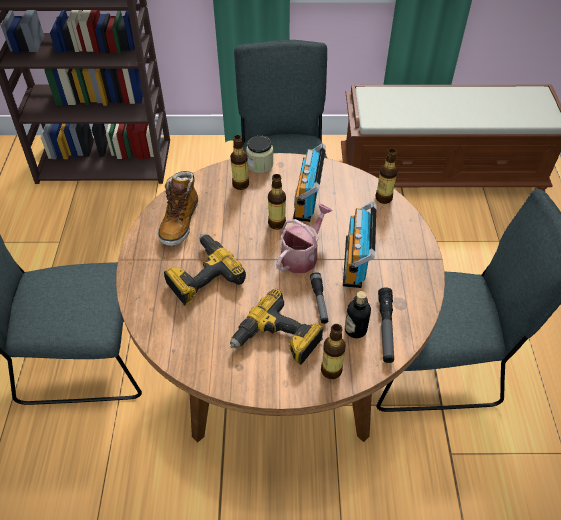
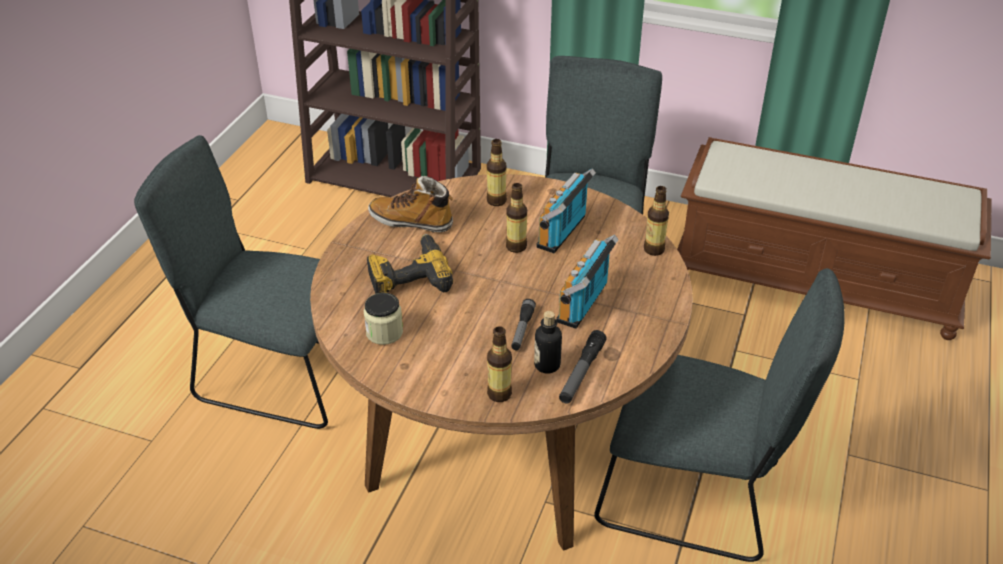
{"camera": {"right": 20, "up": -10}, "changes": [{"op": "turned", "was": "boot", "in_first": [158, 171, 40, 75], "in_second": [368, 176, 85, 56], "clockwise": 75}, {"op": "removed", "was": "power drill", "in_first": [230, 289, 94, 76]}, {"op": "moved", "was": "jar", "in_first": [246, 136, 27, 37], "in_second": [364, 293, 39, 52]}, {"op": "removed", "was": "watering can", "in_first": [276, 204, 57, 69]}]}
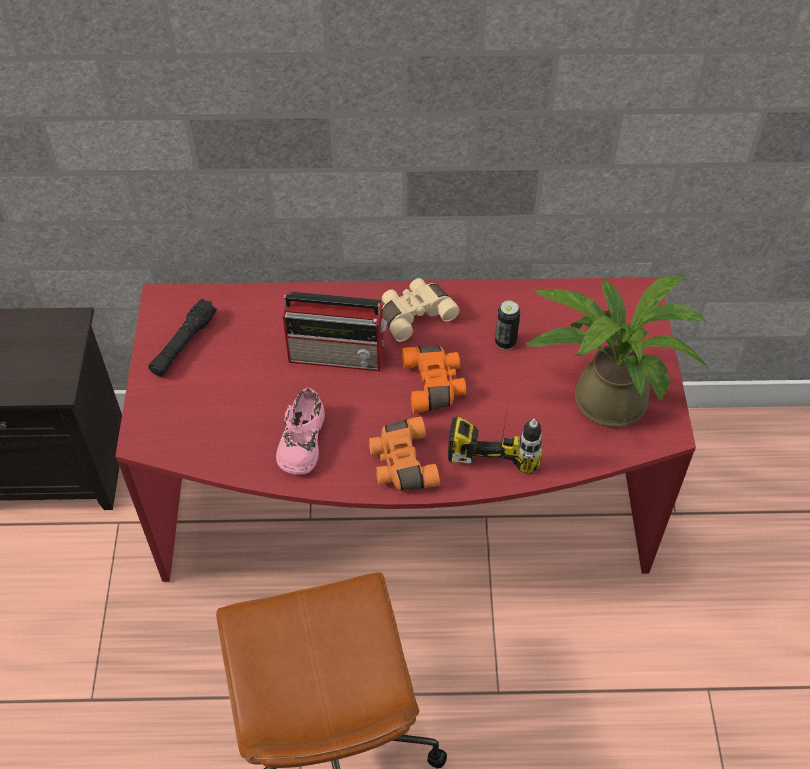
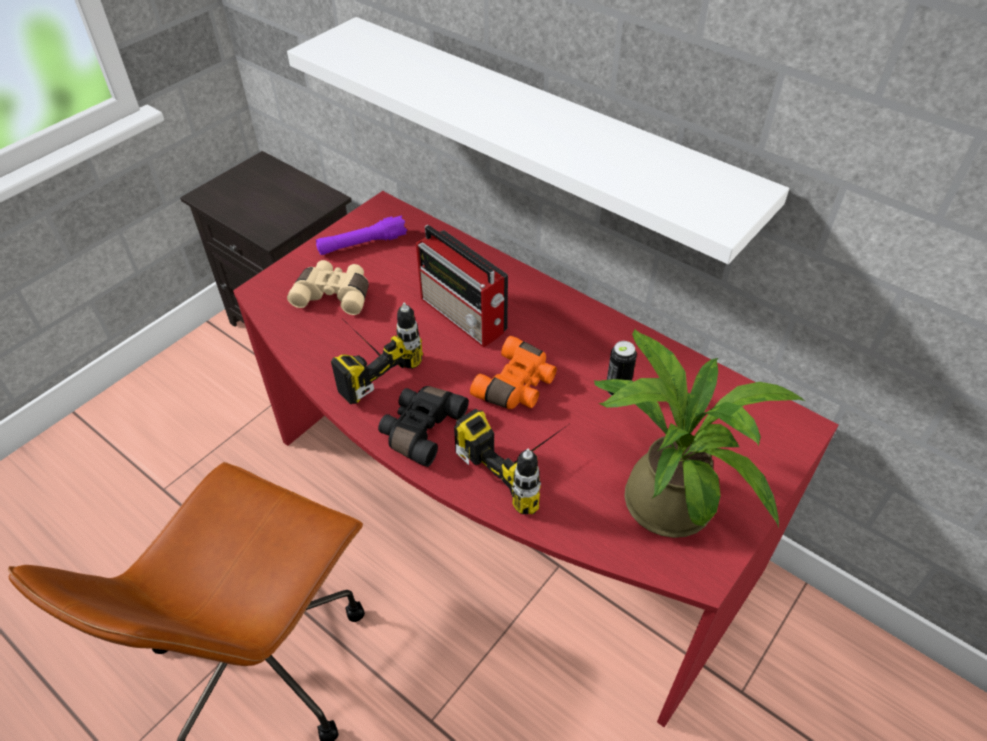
{"camera": {"right": 40, "up": -5}, "changes": [{"op": "recoloured", "was": "black flashlight", "now": "purple flashlight", "in_first": [148, 298, 69, 79], "in_second": [316, 215, 91, 40]}, {"op": "replaced", "was": "pink shoe", "now": "power drill", "in_first": [276, 388, 49, 87], "in_second": [331, 302, 92, 102]}, {"op": "recoloured", "was": "orange binoculars", "now": "black binoculars", "in_first": [368, 416, 72, 75], "in_second": [378, 386, 91, 81]}, {"op": "moved", "was": "beige binoculars", "in_first": [382, 278, 78, 64], "in_second": [287, 260, 82, 55]}, {"op": "added", "now": "white shelf", "in_second": [287, 17, 502, 247]}]}
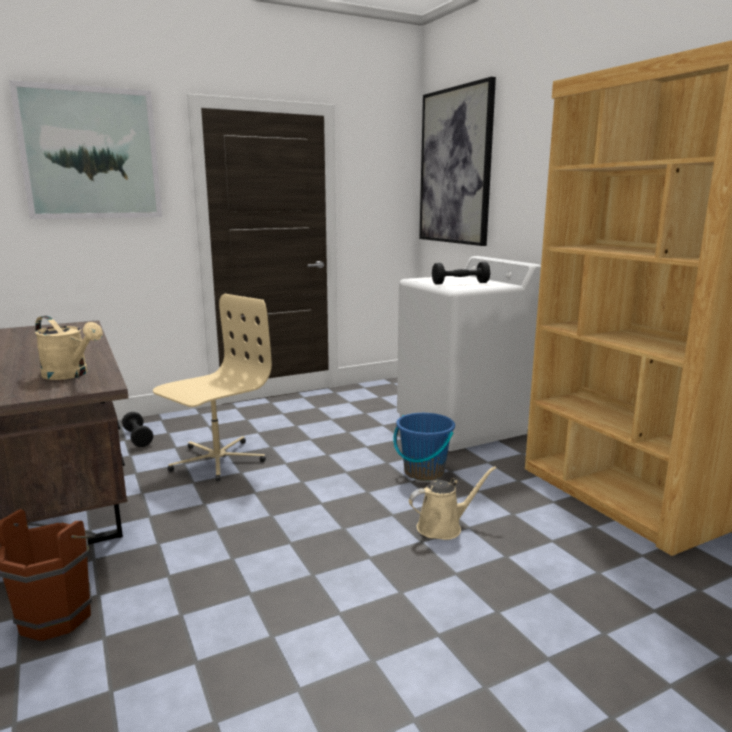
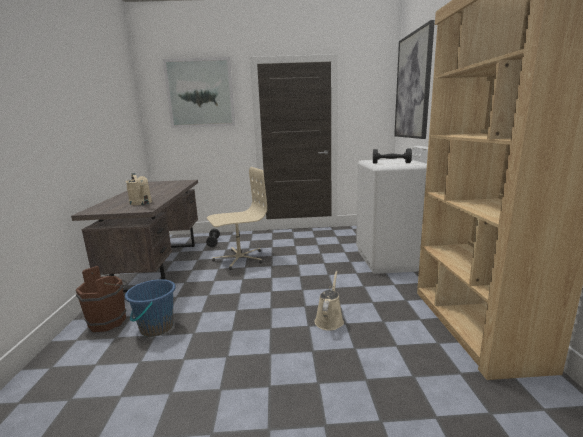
{"camera": {"right": 25, "up": 0}, "changes": [{"op": "moved", "was": "blue bucket", "in_first": [393, 413, 62, 68], "in_second": [125, 279, 51, 58]}, {"op": "turned", "was": "beige watering can", "in_first": [409, 466, 87, 74], "in_second": [314, 271, 30, 60], "clockwise": -75}]}
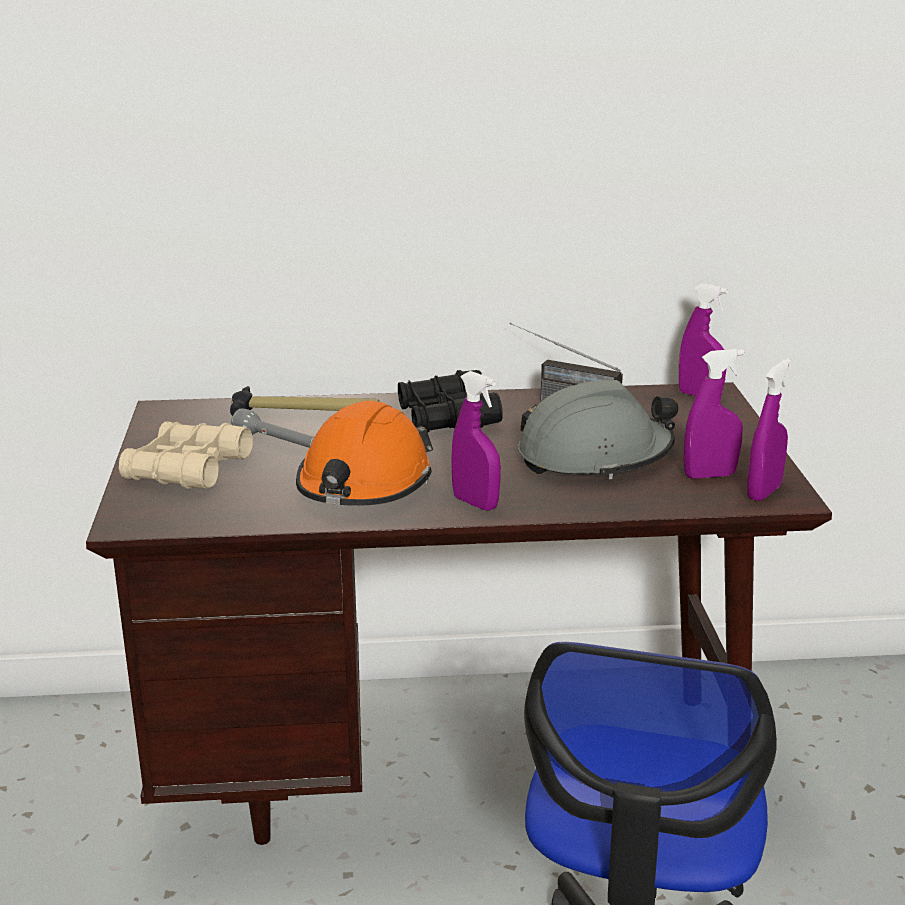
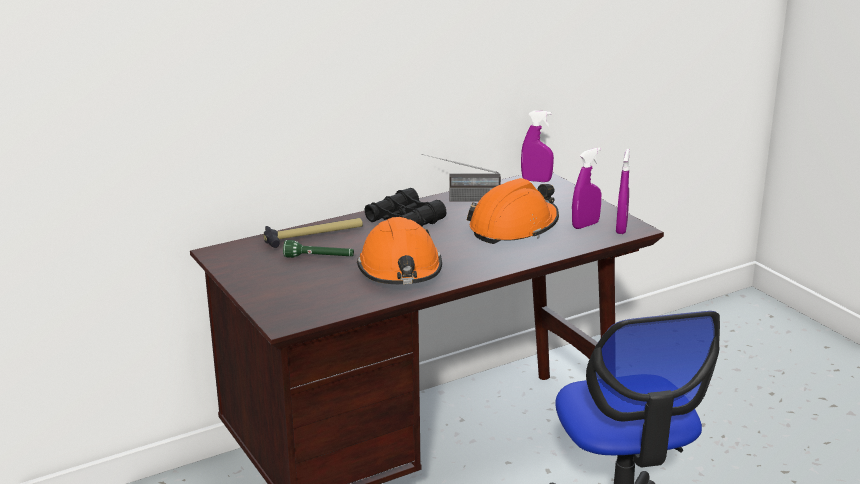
{"camera": {"right": -25, "up": 0}, "changes": [{"op": "removed", "was": "beige binoculars", "in_first": [119, 421, 134, 68]}, {"op": "recoloured", "was": "grey flashlight", "now": "green flashlight", "in_first": [231, 408, 83, 40], "in_second": [283, 240, 71, 18]}, {"op": "removed", "was": "purple spray bottle", "in_first": [451, 371, 50, 140]}, {"op": "recoloured", "was": "grey hard hat", "now": "orange hard hat", "in_first": [518, 380, 160, 99], "in_second": [467, 178, 92, 66]}]}
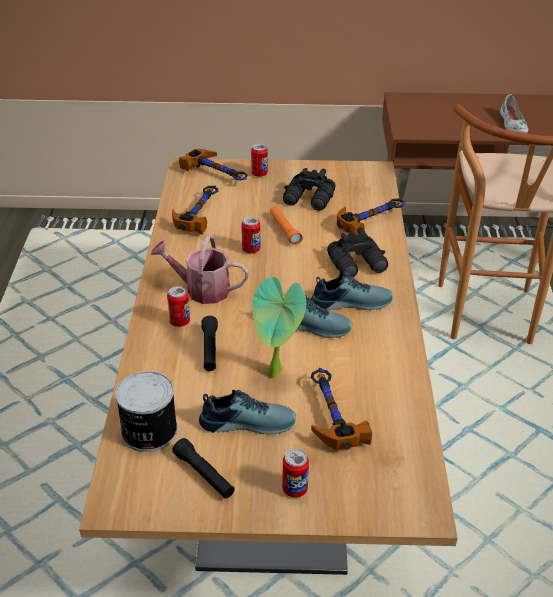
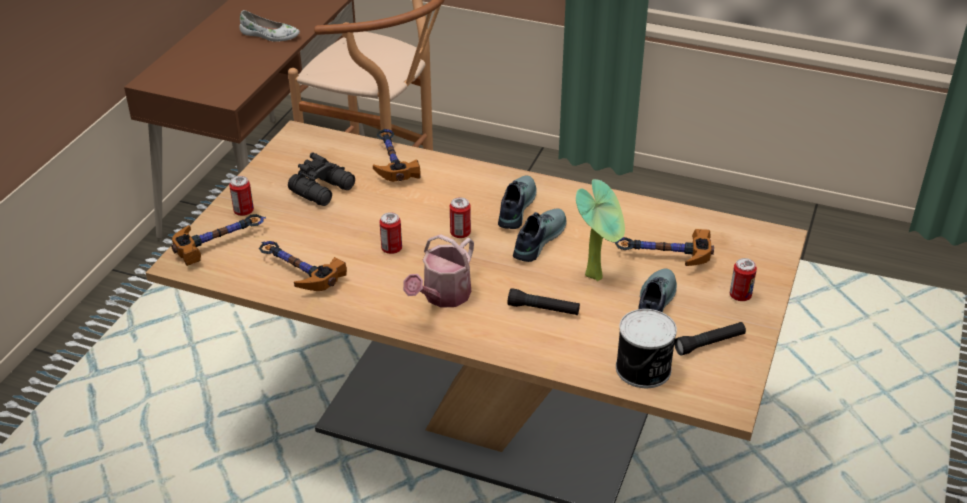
{"camera": {"right": -70, "up": 0}, "changes": [{"op": "moved", "was": "can", "in_first": [167, 286, 23, 41], "in_second": [450, 197, 21, 41]}, {"op": "removed", "was": "orange flashlight", "in_first": [270, 206, 33, 39]}, {"op": "removed", "was": "black binoculars", "in_first": [327, 228, 61, 49]}]}
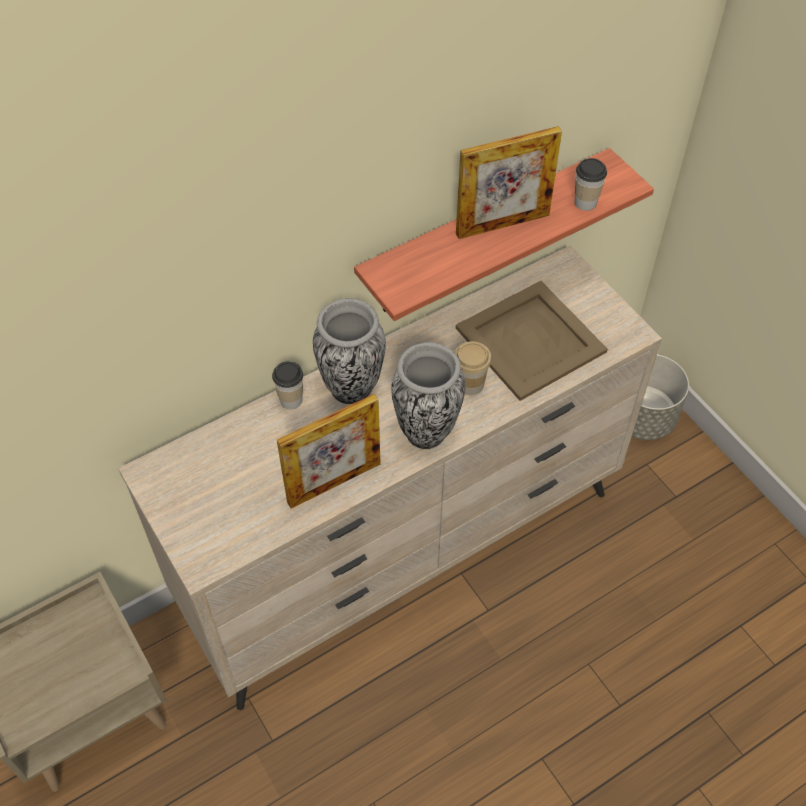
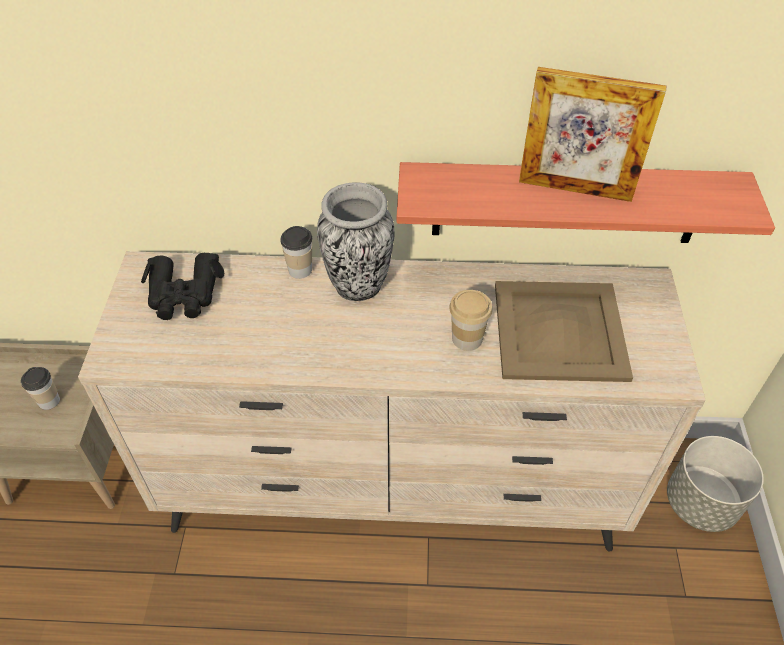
{"camera": {"right": 35, "up": -5}, "changes": [{"op": "removed", "was": "picture frame", "in_first": [277, 394, 104, 114]}, {"op": "removed", "was": "vase", "in_first": [392, 342, 73, 107]}, {"op": "moved", "was": "cup", "in_first": [574, 158, 33, 53], "in_second": [21, 367, 39, 43]}, {"op": "added", "now": "black binoculars", "in_second": [141, 253, 83, 67]}]}
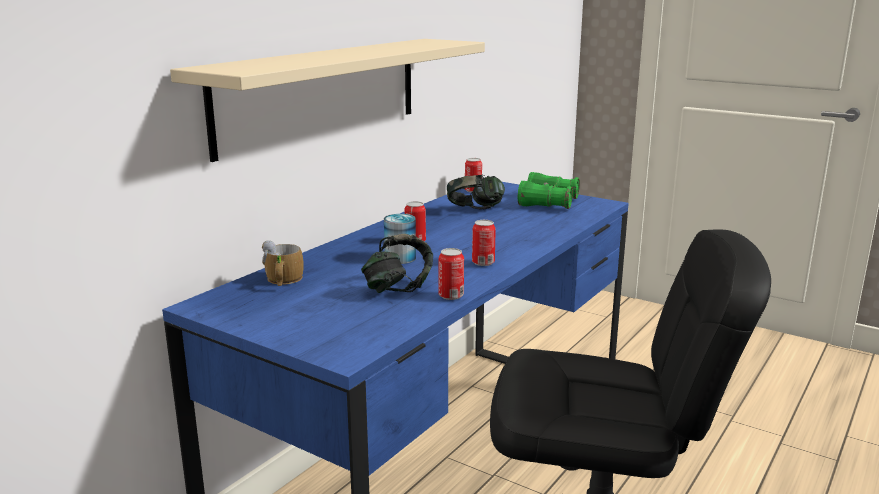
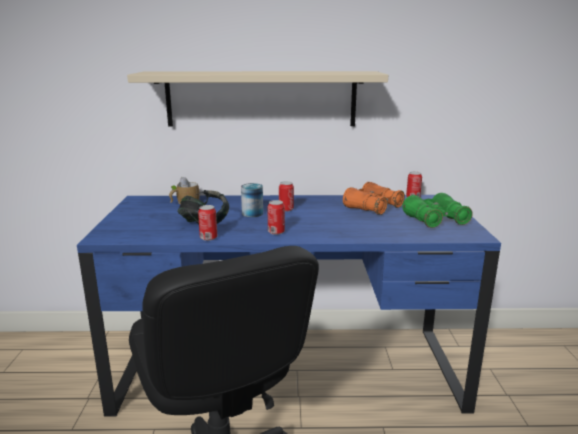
{"camera": {"right": 55, "up": 0}, "changes": [{"op": "replaced", "was": "headphones", "now": "orange binoculars", "in_first": [447, 175, 58, 34], "in_second": [343, 182, 62, 33]}]}
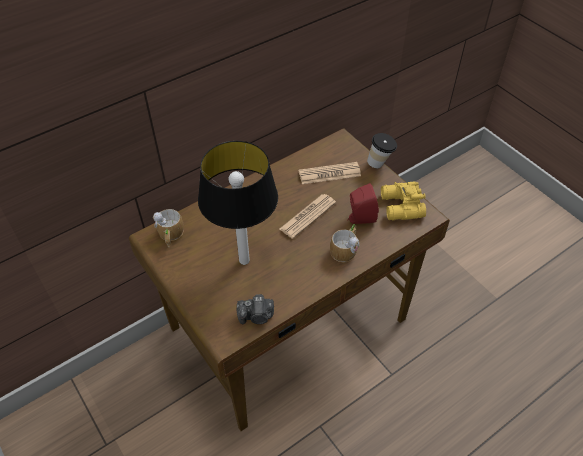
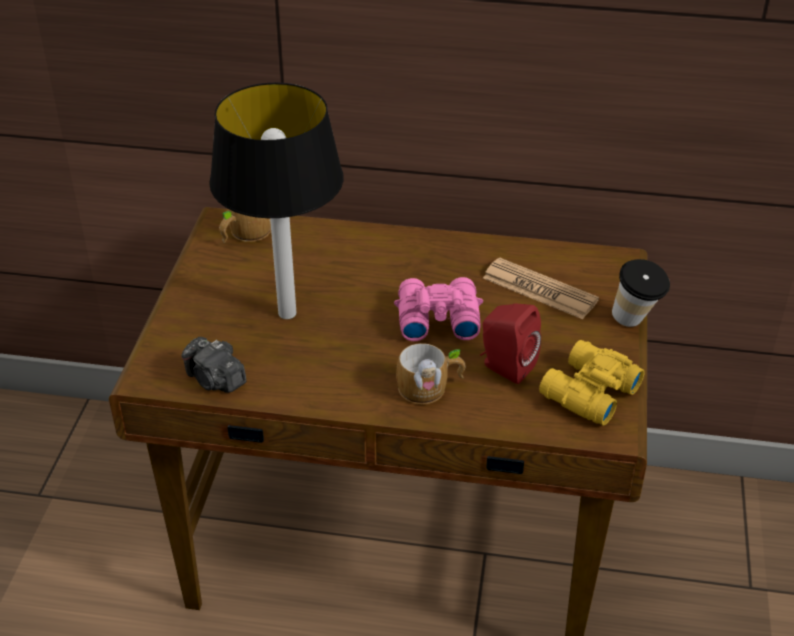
{"camera": {"right": 45, "up": -10}, "changes": [{"op": "replaced", "was": "newspaper", "now": "pink binoculars", "in_first": [280, 194, 56, 45], "in_second": [394, 277, 89, 64]}]}
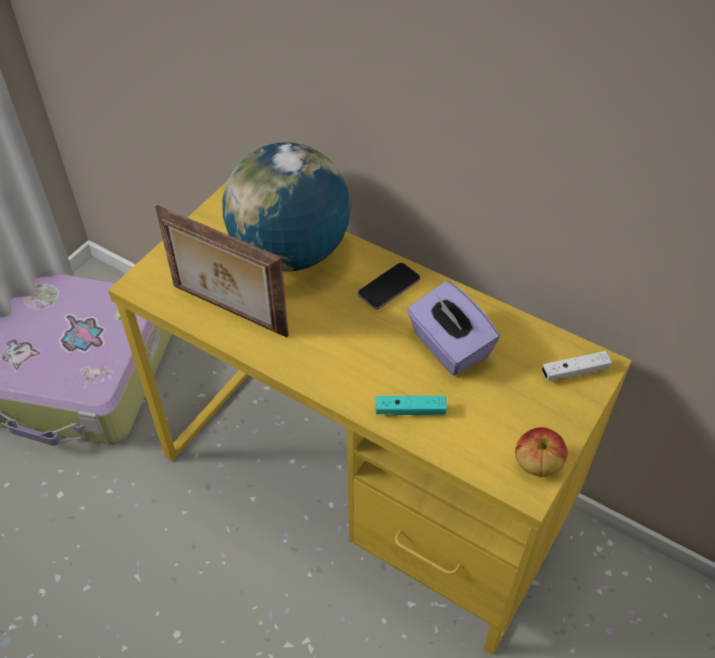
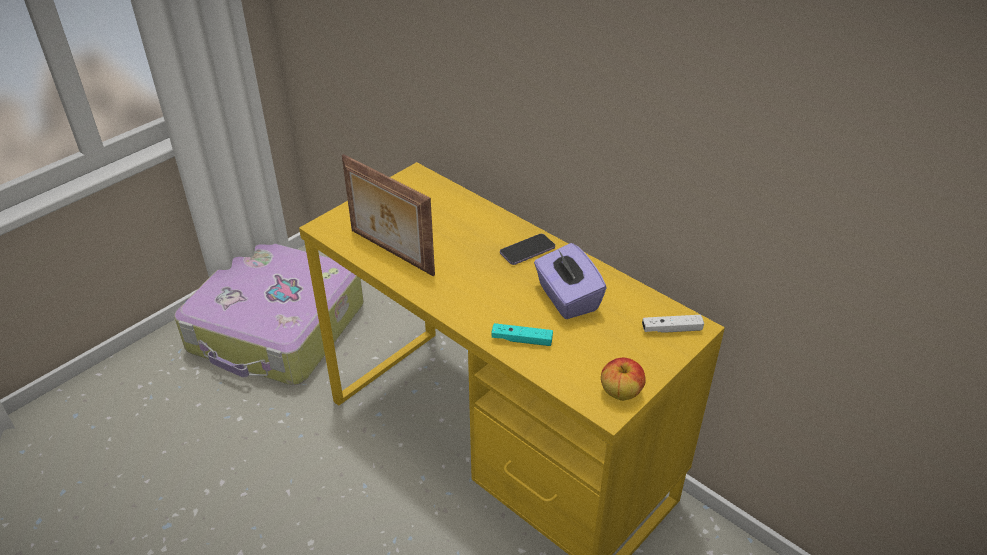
{"camera": {"right": 10, "up": -10}, "changes": [{"op": "removed", "was": "globe", "in_first": [222, 142, 129, 130]}]}
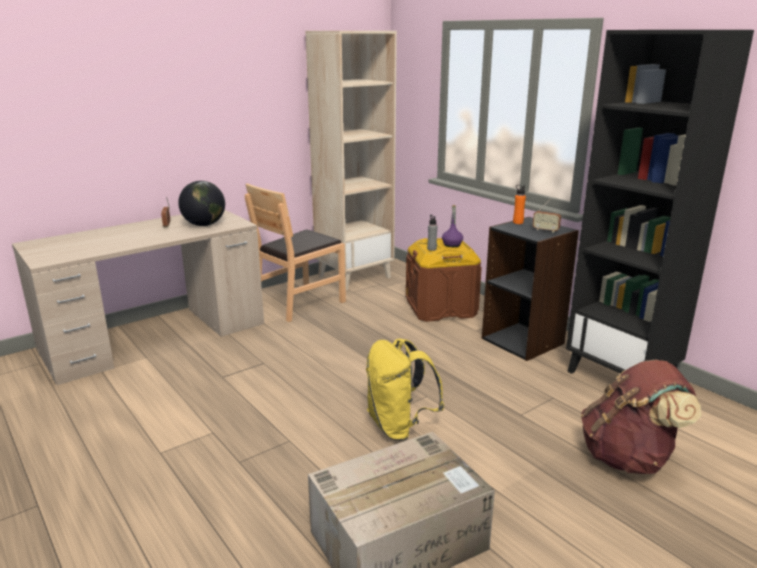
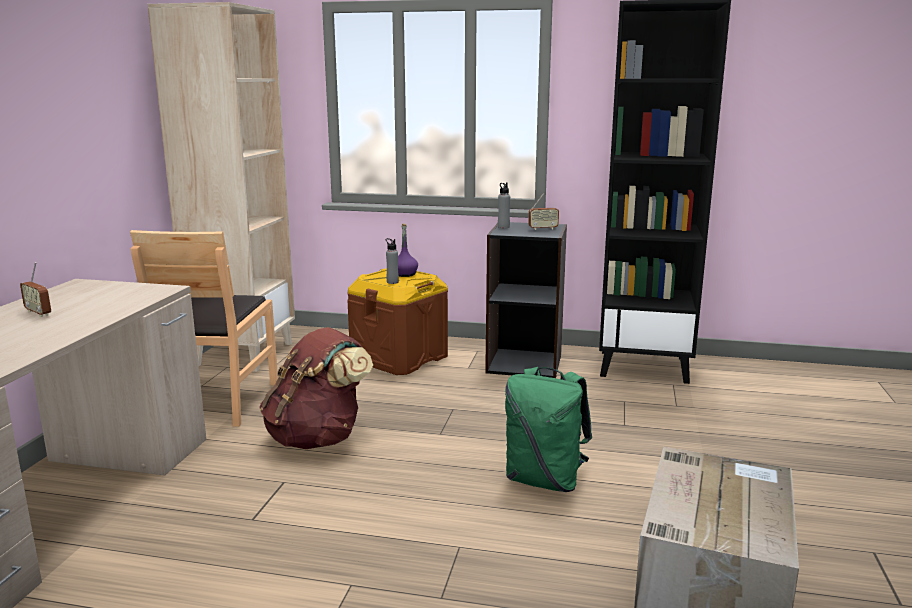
{"camera": {"right": -40, "up": -5}, "changes": [{"op": "removed", "was": "globe", "in_first": [178, 181, 47, 45]}, {"op": "recoloured", "was": "yellow backpack", "now": "green backpack", "in_first": [366, 339, 78, 102], "in_second": [505, 367, 87, 125]}, {"op": "recoloured", "was": "orange bottle", "now": "grey bottle", "in_first": [513, 185, 13, 39], "in_second": [498, 182, 12, 46]}, {"op": "moved", "was": "brown backpack", "in_first": [581, 360, 120, 114], "in_second": [259, 327, 114, 122]}]}
